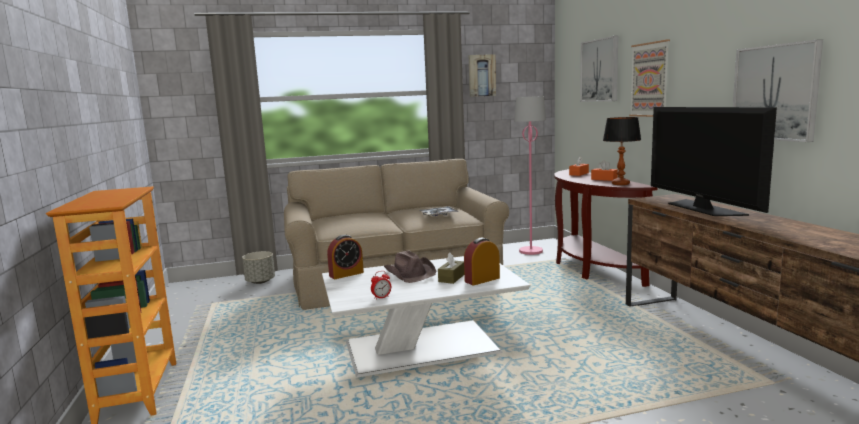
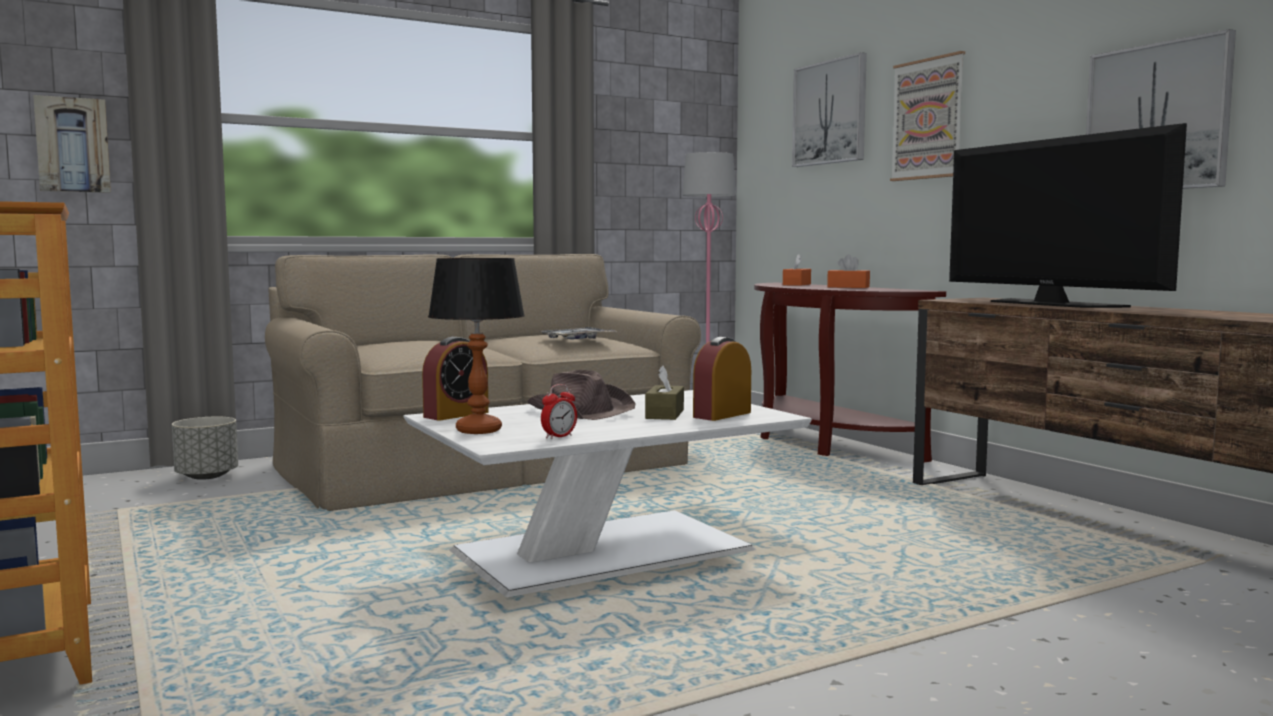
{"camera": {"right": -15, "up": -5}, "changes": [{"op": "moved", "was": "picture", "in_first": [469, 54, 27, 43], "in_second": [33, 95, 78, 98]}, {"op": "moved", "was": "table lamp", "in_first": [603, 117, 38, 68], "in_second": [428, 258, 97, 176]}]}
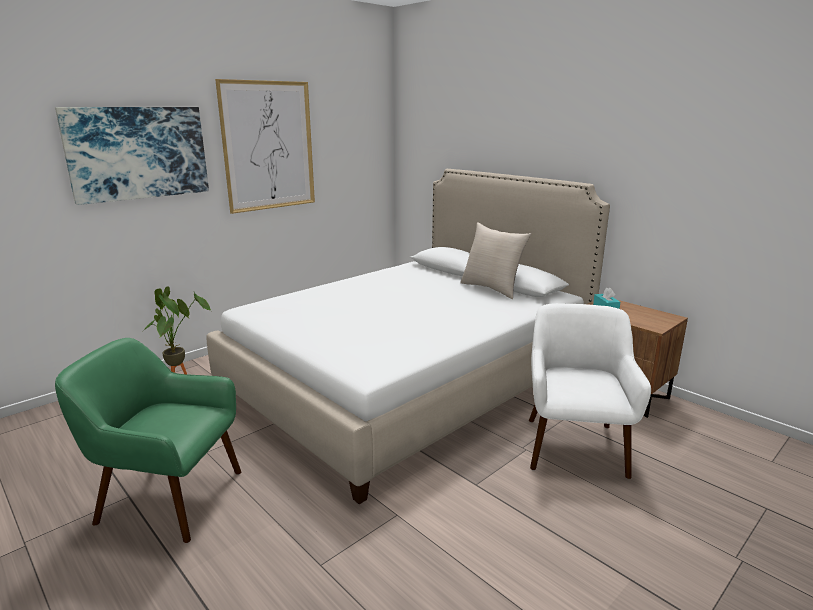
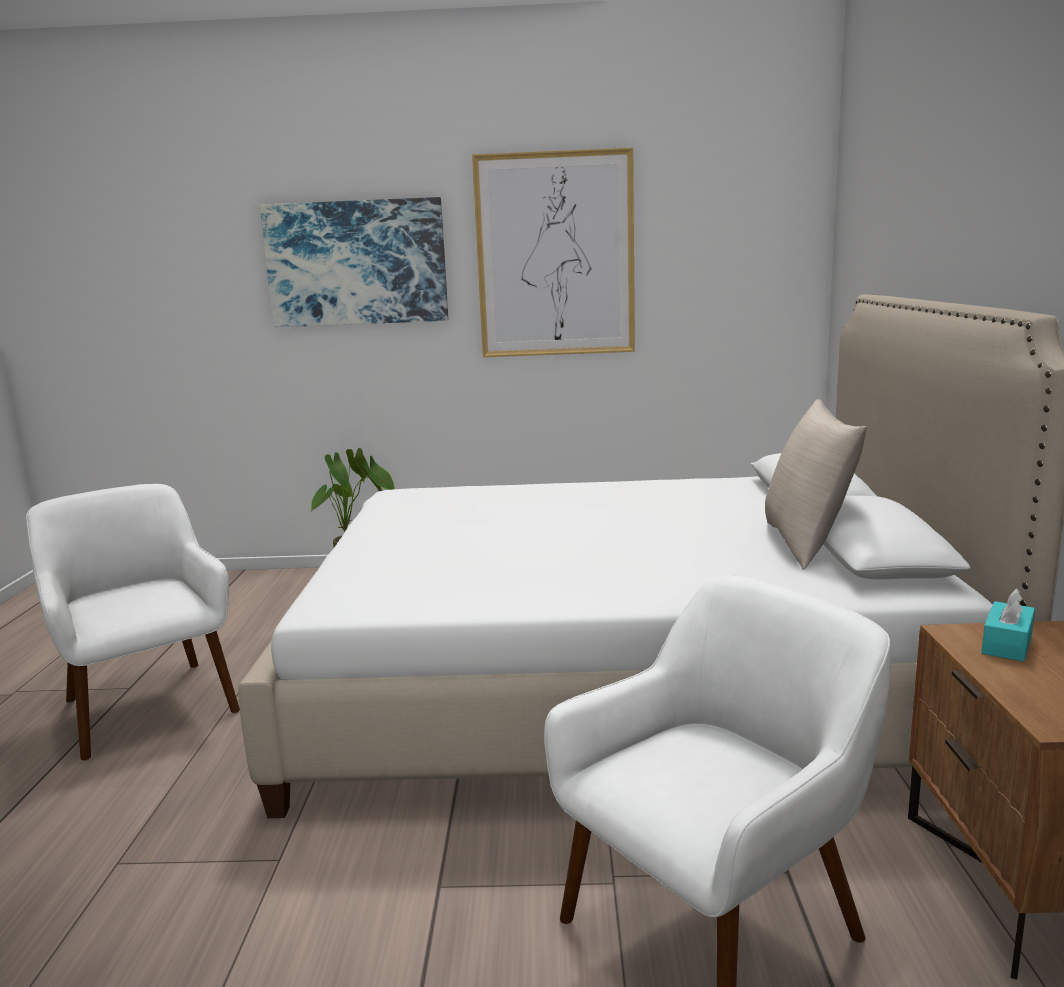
{"camera": {"right": 45, "up": -5}, "changes": [{"op": "recoloured", "was": "green armchair", "now": "white armchair", "in_first": [55, 338, 186, 205], "in_second": [26, 484, 214, 277]}]}
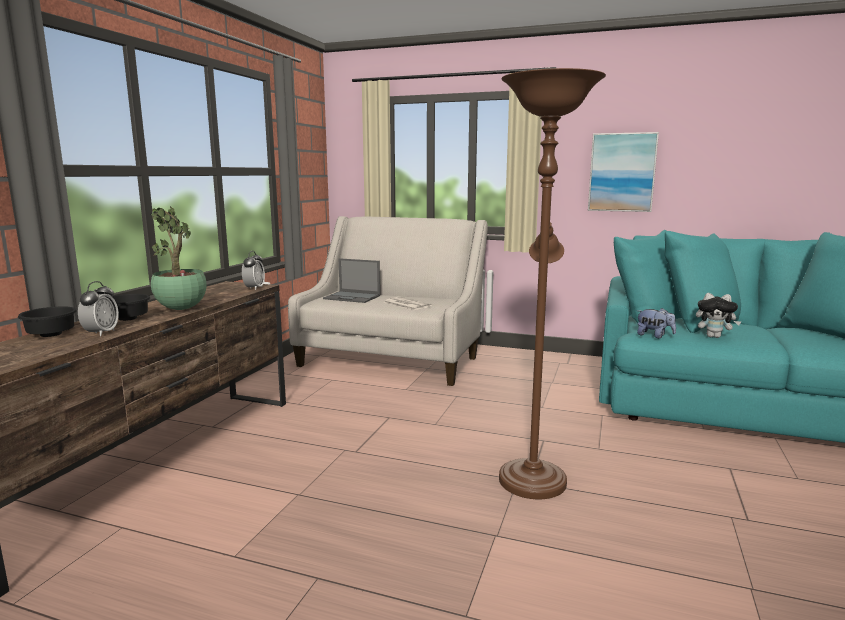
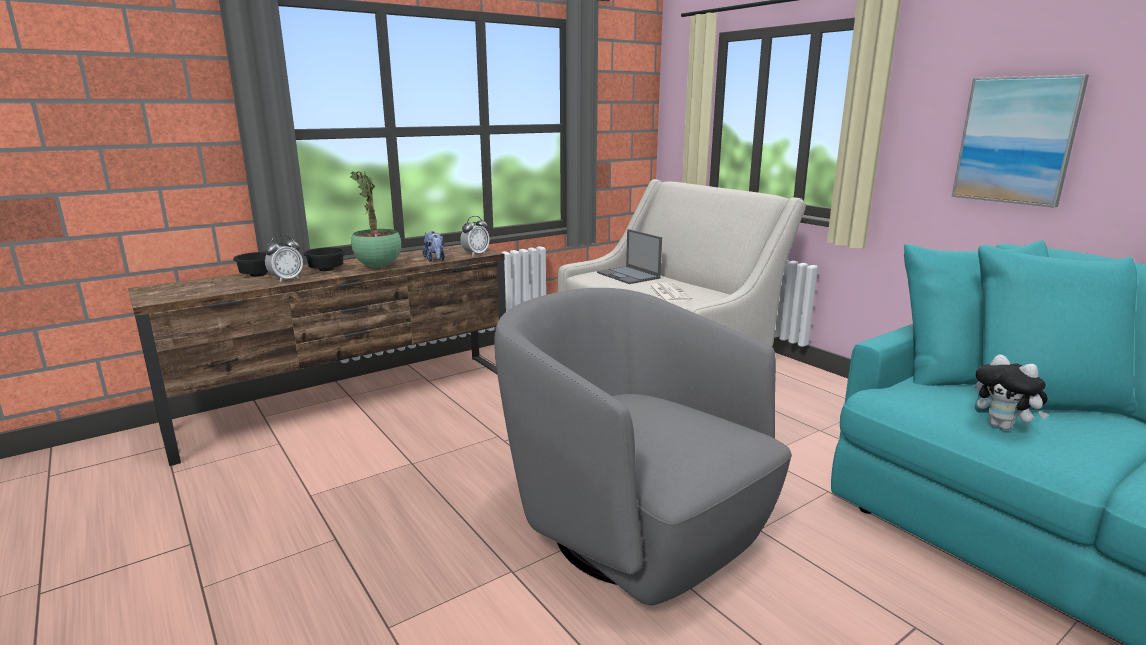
{"camera": {"right": 35, "up": 5}, "changes": [{"op": "replaced", "was": "brown floor lamp", "now": "grey armchair", "in_first": [499, 68, 107, 431], "in_second": [494, 288, 298, 317]}, {"op": "moved", "was": "plush toy", "in_first": [637, 308, 39, 30], "in_second": [422, 231, 23, 31]}]}
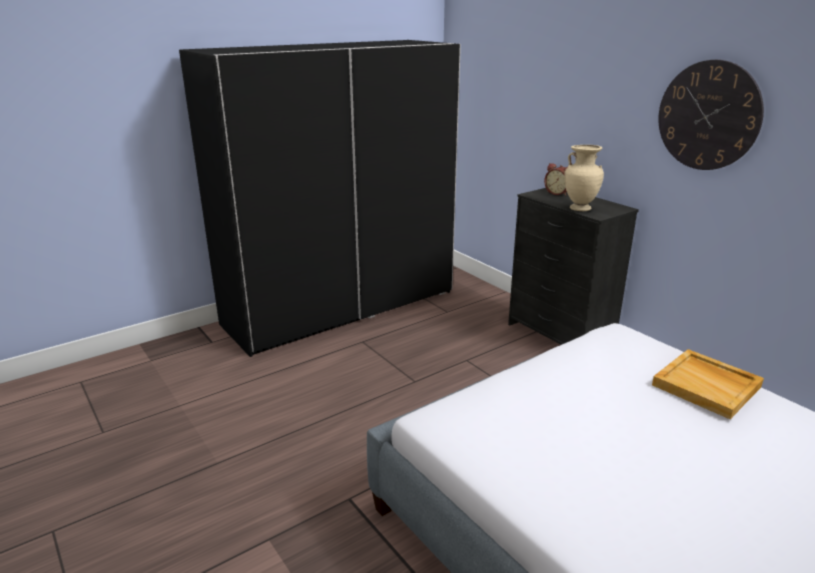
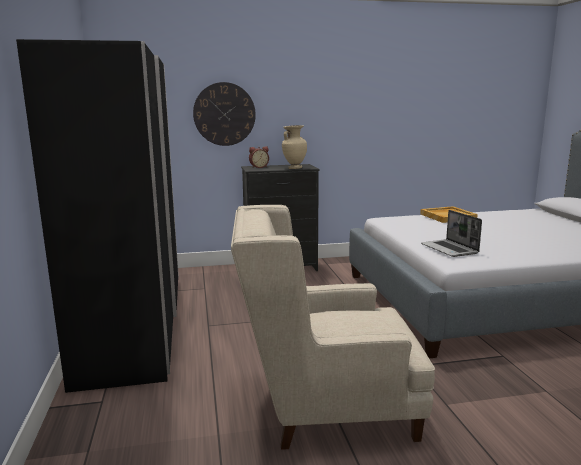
{"camera": {"right": -65, "up": -10}, "changes": [{"op": "moved", "was": "wall clock", "in_first": [658, 60, 106, 110], "in_second": [193, 82, 63, 64]}, {"op": "added", "now": "beige armchair", "in_second": [231, 205, 204, 245]}, {"op": "added", "now": "laptop", "in_second": [421, 210, 61, 47]}]}
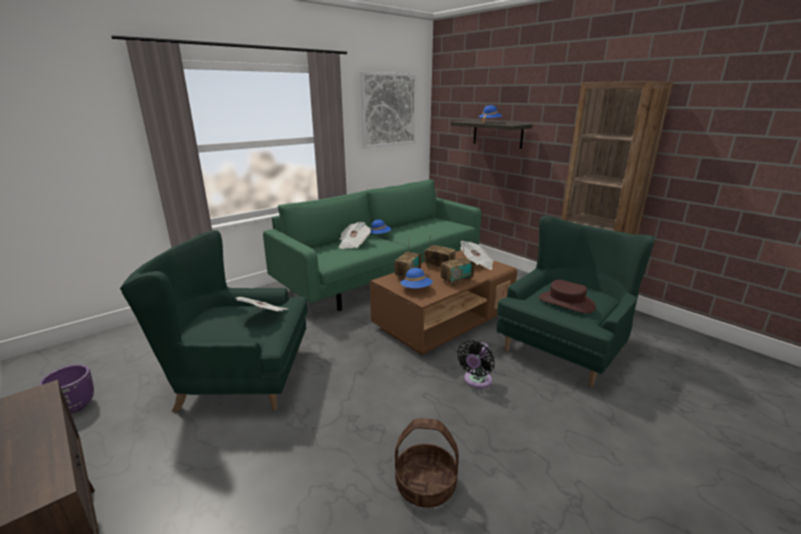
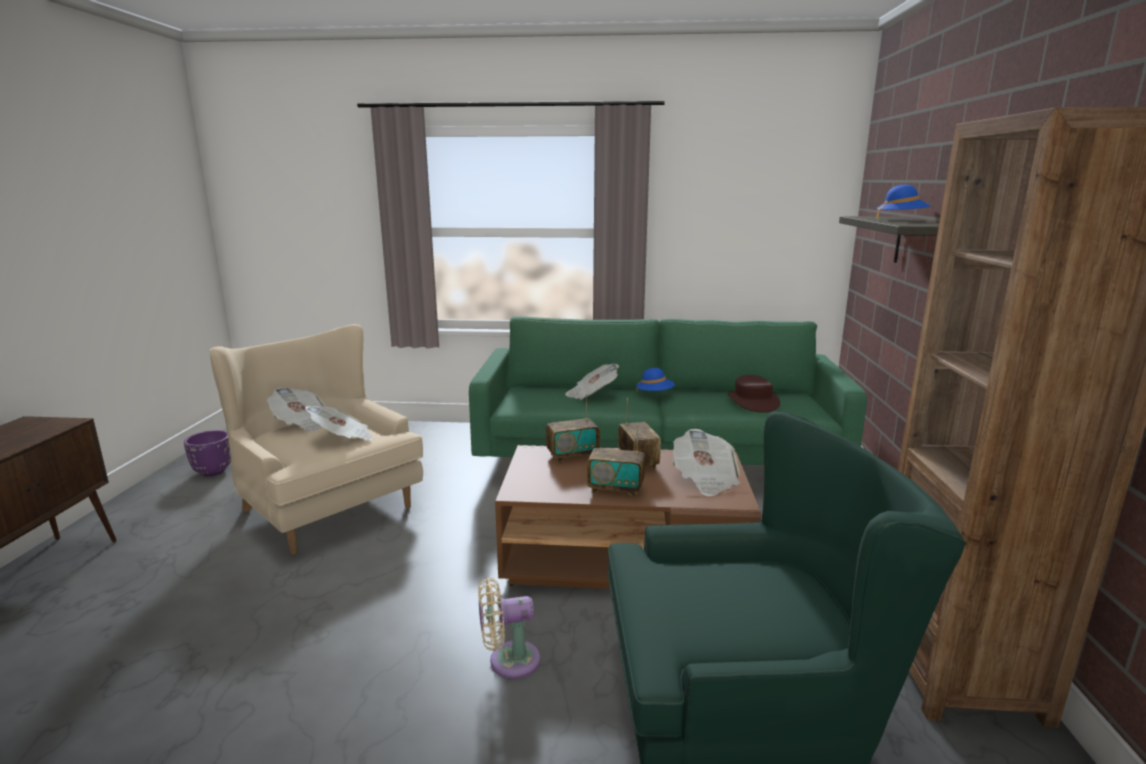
{"camera": {"right": 45, "up": -5}, "changes": [{"op": "recoloured", "was": "green armchair", "now": "beige armchair", "in_first": [120, 230, 188, 181], "in_second": [210, 324, 213, 230]}, {"op": "removed", "was": "picture", "in_first": [360, 72, 57, 76]}, {"op": "removed", "was": "basket", "in_first": [395, 418, 64, 90]}, {"op": "removed", "was": "blue hat", "in_first": [400, 268, 33, 20]}, {"op": "recoloured", "was": "black fan", "now": "beige fan", "in_first": [457, 340, 38, 48], "in_second": [478, 578, 62, 101]}, {"op": "moved", "was": "brown hat", "in_first": [539, 280, 57, 33], "in_second": [728, 375, 52, 38]}, {"op": "added", "now": "newspaper", "in_second": [267, 387, 58, 45]}]}
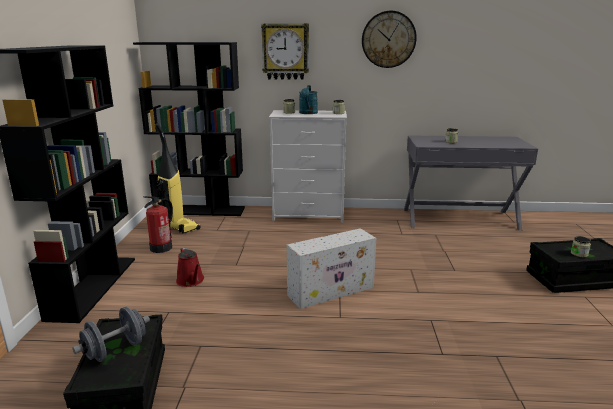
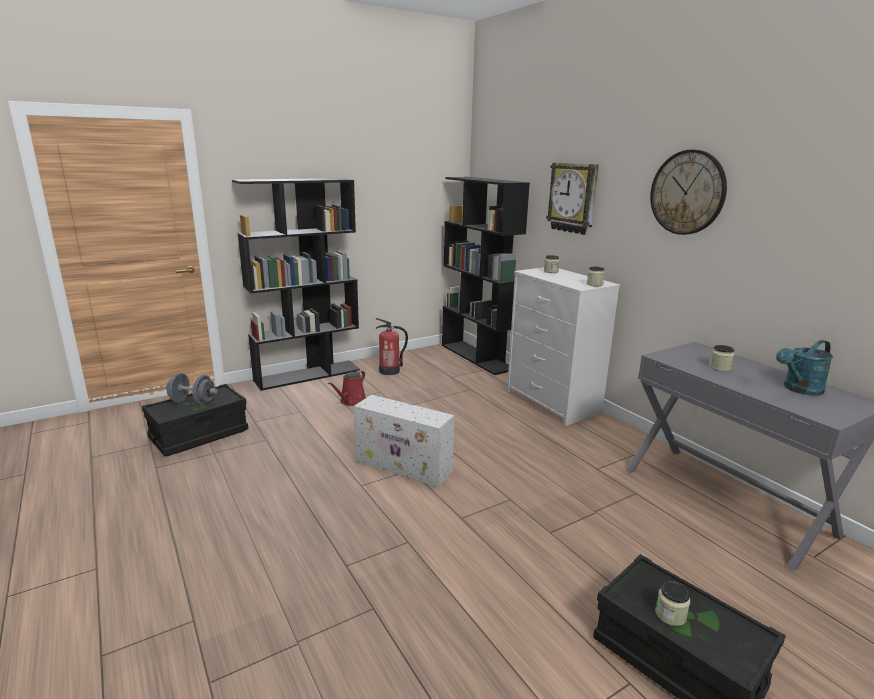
{"camera": {"right": 55, "up": 0}, "changes": [{"op": "removed", "was": "vacuum cleaner", "in_first": [155, 123, 46, 111]}, {"op": "moved", "was": "turquoise watering can", "in_first": [299, 85, 19, 29], "in_second": [776, 340, 57, 56]}]}
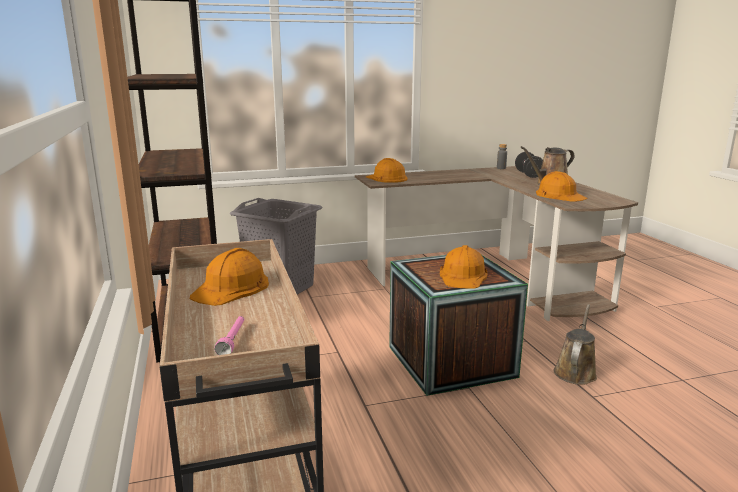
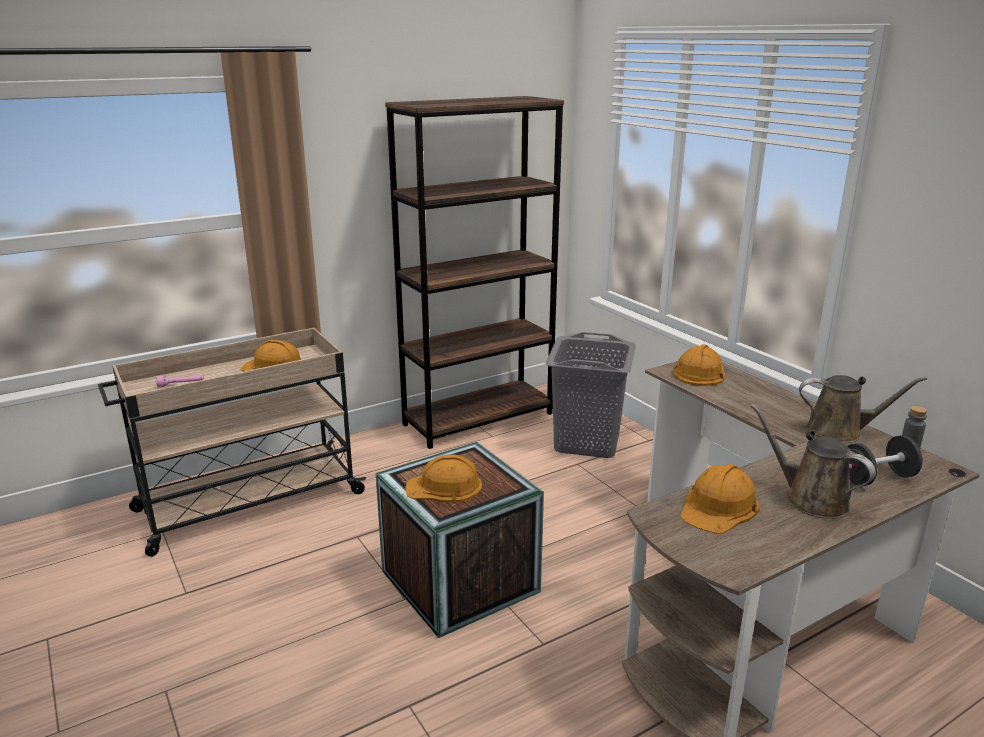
{"camera": {"right": 75, "up": 5}, "changes": [{"op": "moved", "was": "brown watering can", "in_first": [553, 304, 44, 81], "in_second": [799, 375, 128, 68]}]}
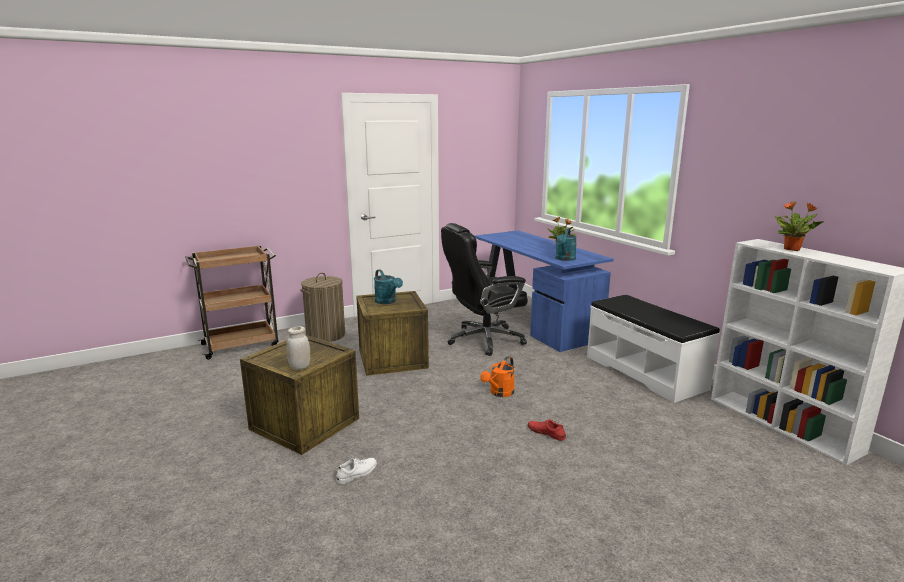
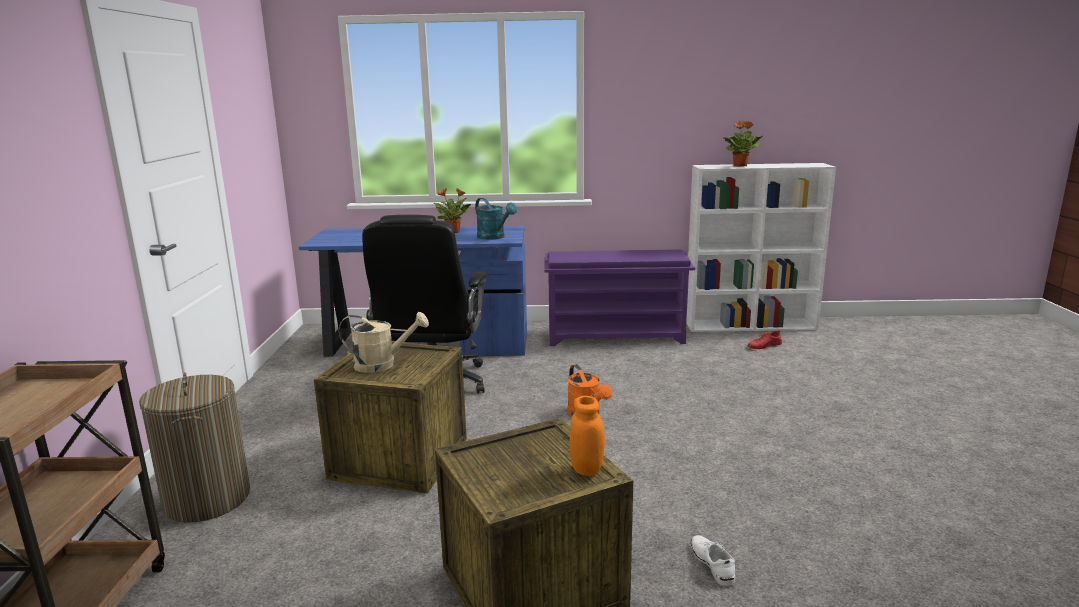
{"camera": {"right": -60, "up": 0}, "changes": [{"op": "recoloured", "was": "white jar", "now": "orange jar", "in_first": [287, 326, 23, 44], "in_second": [570, 396, 35, 80]}, {"op": "recoloured", "was": "turquoise watering can", "now": "beige watering can", "in_first": [374, 269, 29, 35], "in_second": [339, 312, 90, 61]}, {"op": "moved", "was": "red shoe", "in_first": [528, 419, 38, 22], "in_second": [748, 330, 34, 19]}, {"op": "replaced", "was": "white bench", "now": "purple shoe rack", "in_first": [587, 295, 133, 108], "in_second": [544, 249, 151, 97]}]}
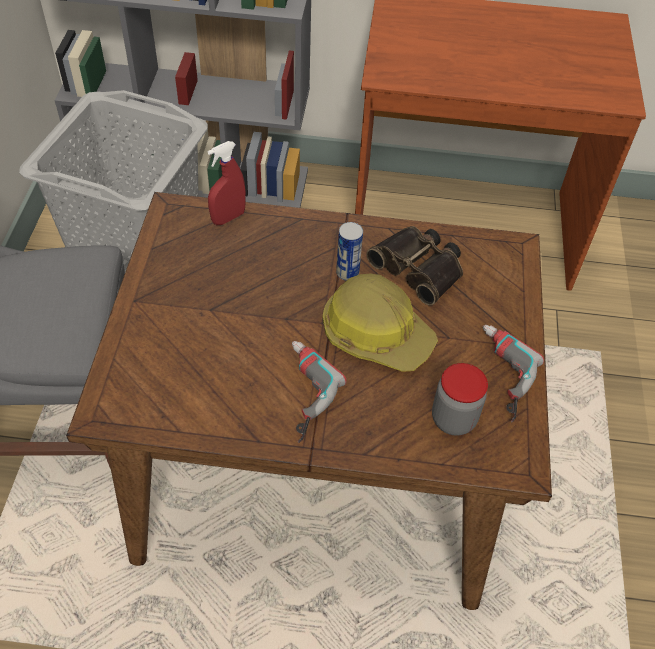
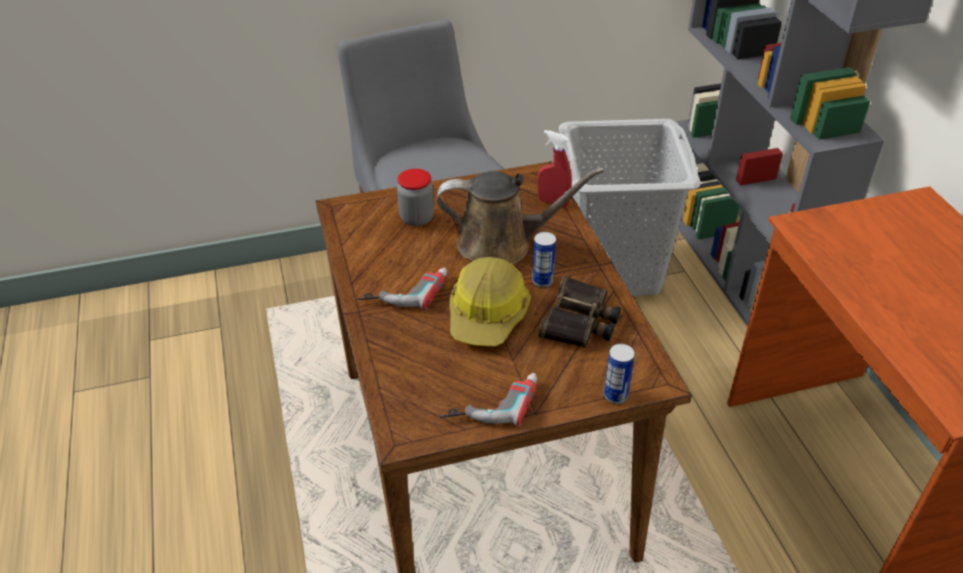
{"camera": {"right": 70, "up": -10}, "changes": [{"op": "moved", "was": "jar", "in_first": [432, 363, 56, 73], "in_second": [397, 169, 37, 57]}, {"op": "added", "now": "brown watering can", "in_second": [436, 168, 168, 96]}, {"op": "added", "now": "can", "in_second": [604, 344, 31, 60]}]}
